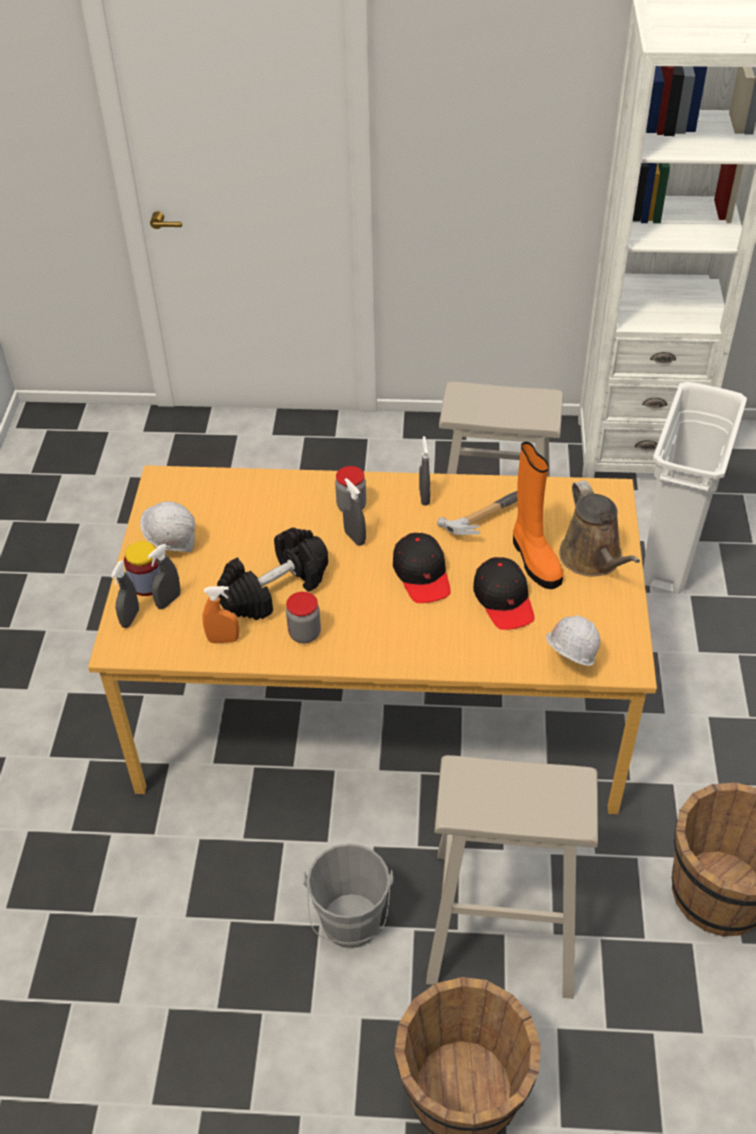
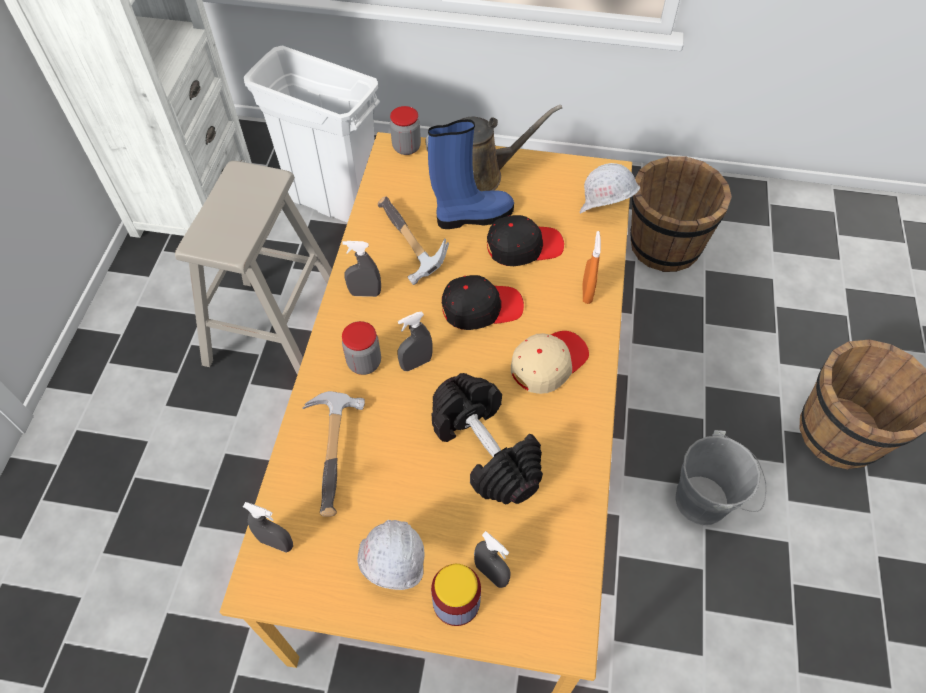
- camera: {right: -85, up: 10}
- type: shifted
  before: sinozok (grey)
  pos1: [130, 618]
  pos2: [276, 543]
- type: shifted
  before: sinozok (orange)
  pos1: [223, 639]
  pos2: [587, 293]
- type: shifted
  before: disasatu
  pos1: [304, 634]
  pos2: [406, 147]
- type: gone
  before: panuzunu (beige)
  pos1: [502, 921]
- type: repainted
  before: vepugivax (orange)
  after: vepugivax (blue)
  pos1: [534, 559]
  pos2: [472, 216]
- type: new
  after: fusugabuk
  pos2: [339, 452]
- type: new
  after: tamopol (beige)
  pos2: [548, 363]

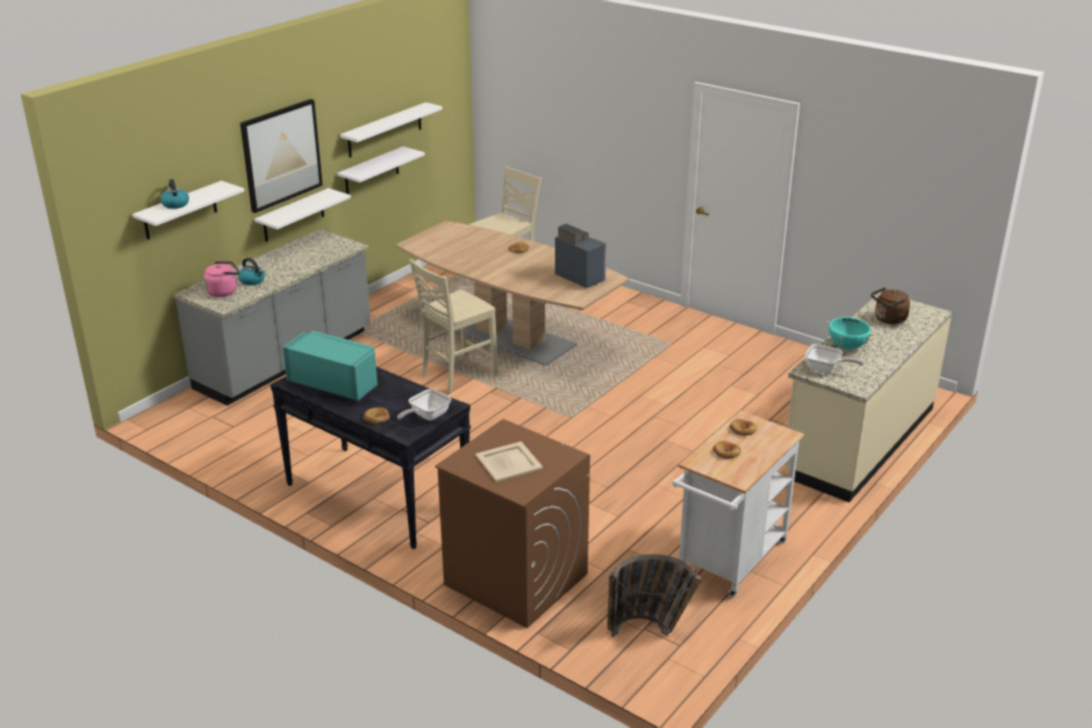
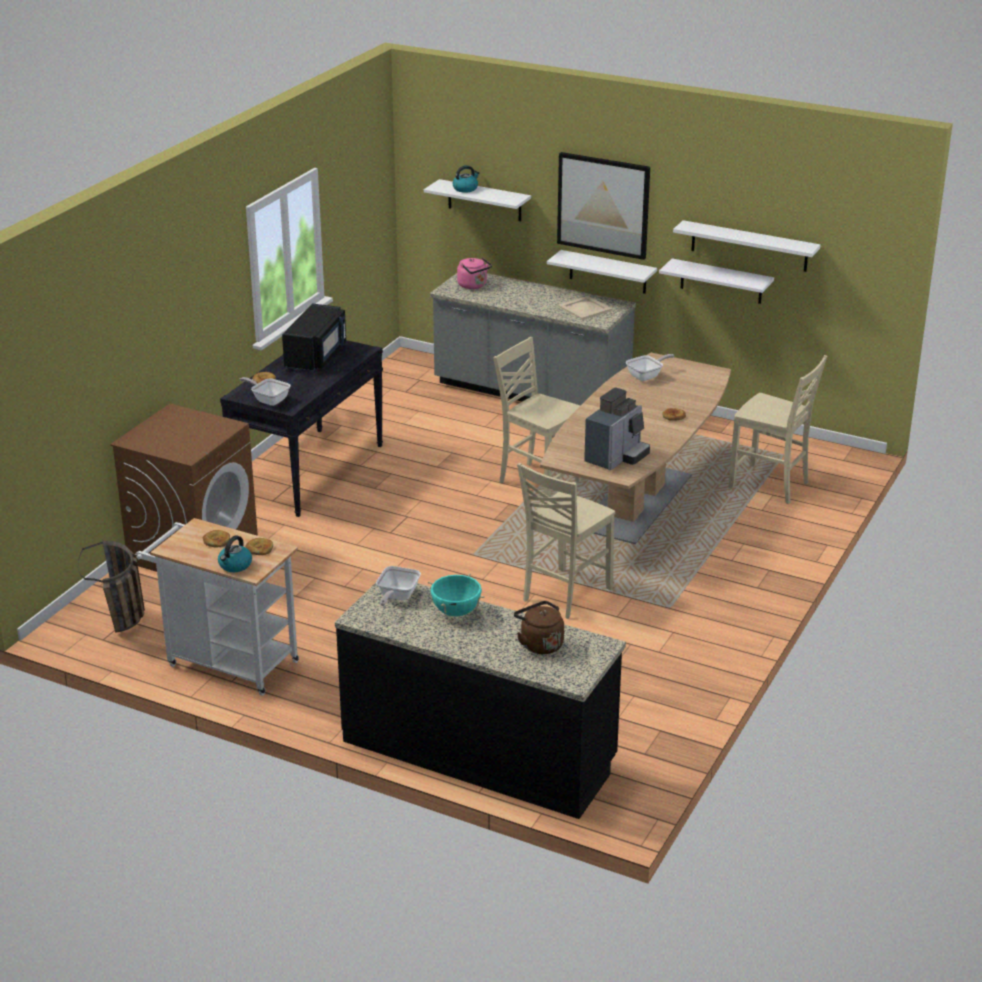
- camera: {right: 80, up: 0}
- type: shifted
  before: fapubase
  pos1: [253, 281]
  pos2: [235, 565]
- type: repainted
  before: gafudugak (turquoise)
  after: gafudugak (black)
  pos1: [334, 384]
  pos2: [317, 356]
- type: shifted
  before: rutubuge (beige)
  pos1: [508, 462]
  pos2: [585, 308]
- type: repainted
  before: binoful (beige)
  after: binoful (black)
  pos1: [858, 440]
  pos2: [479, 752]
- type: new
  after: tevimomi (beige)
  pos2: [564, 594]
- type: new
  after: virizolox
  pos2: [647, 376]

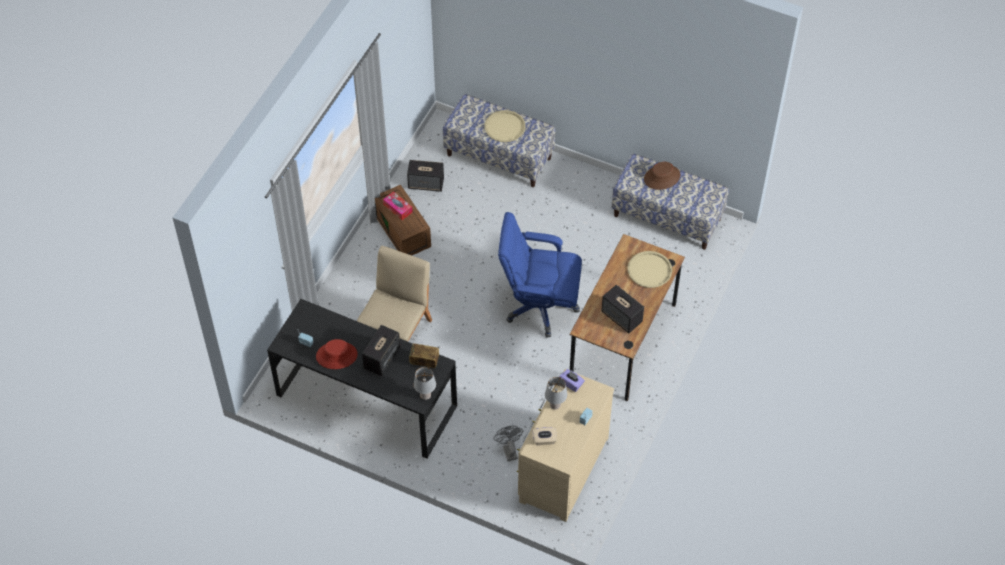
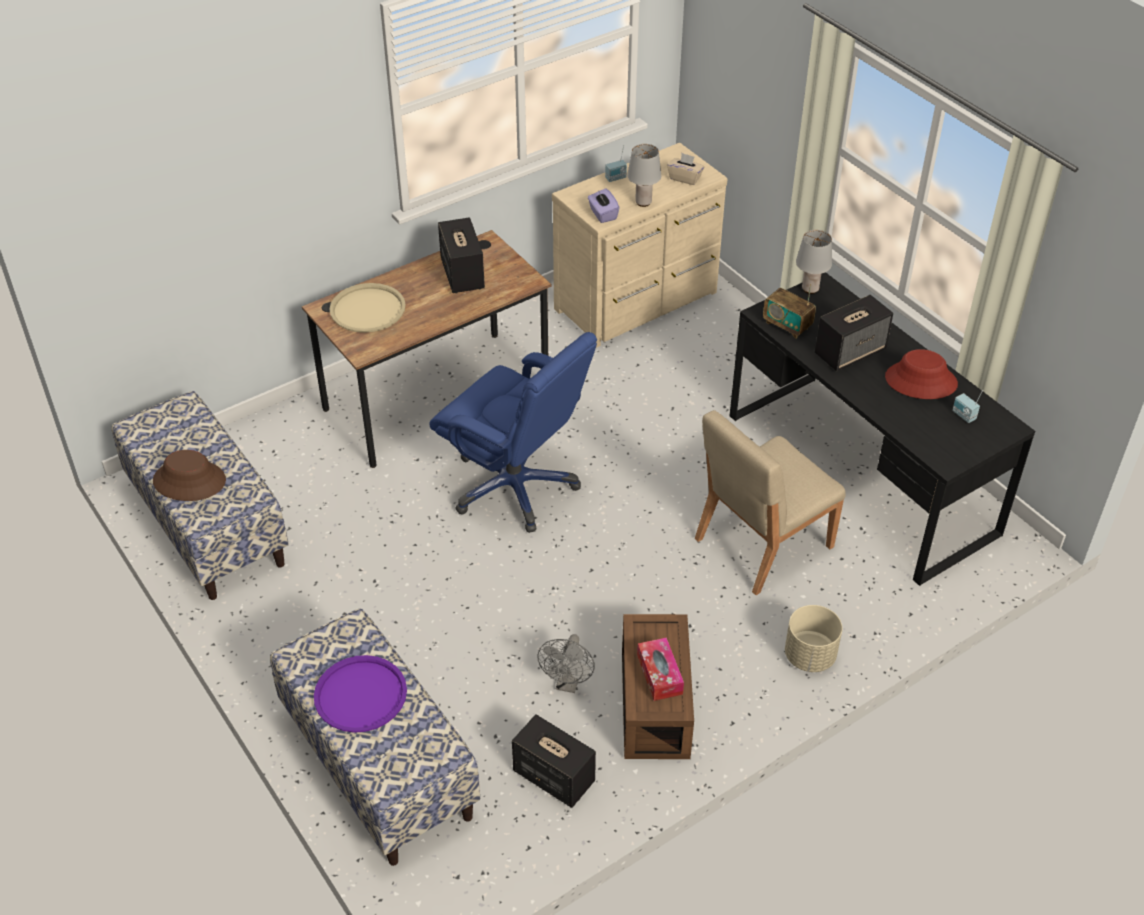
- camera: {right: -150, up: -10}
- type: repainted
  before: rutubuge (beige)
  after: rutubuge (purple)
  pos1: [505, 127]
  pos2: [360, 695]
- type: shifted
  before: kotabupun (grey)
  pos1: [509, 450]
  pos2: [568, 683]
- type: new
  after: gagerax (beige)
  pos2: [810, 656]

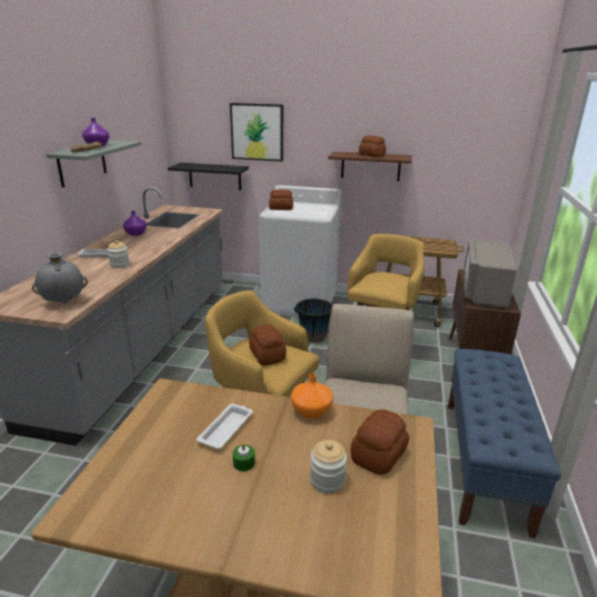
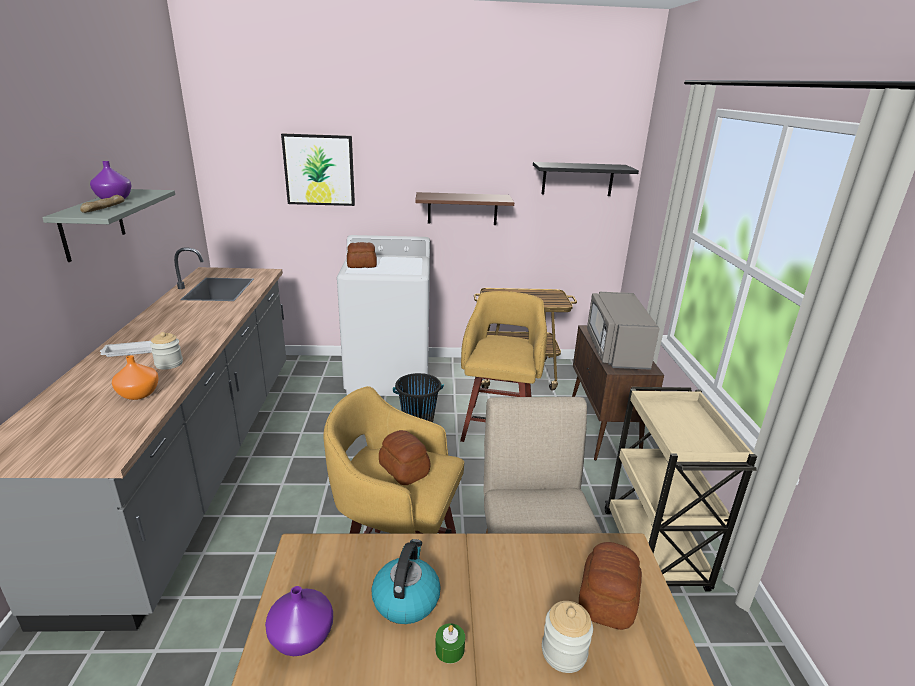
- camera: {right: -15, up: 0}
- type: gone
  before: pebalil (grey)
  pos1: [64, 302]
- type: shifted
  before: pebalil (purple)
  pos1: [136, 233]
  pos2: [302, 636]
- type: shifted
  before: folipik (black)
  pos1: [215, 176]
  pos2: [577, 179]
- type: swapped
  before: rutubuge (white)
  after: fapubase
  pos1: [226, 428]
  pos2: [406, 598]
- type: shifted
  before: pebalil (orange)
  pos1: [311, 411]
  pos2: [139, 393]
- type: gone
  before: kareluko
  pos1: [371, 155]
- type: swapped
  before: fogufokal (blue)
  after: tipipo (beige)
  pos1: [484, 461]
  pos2: [654, 551]

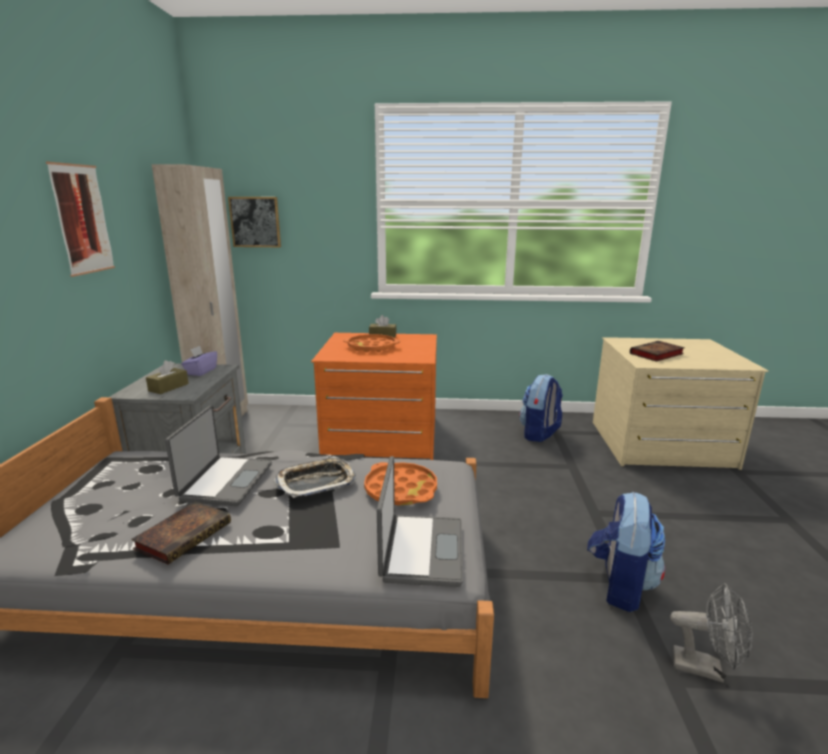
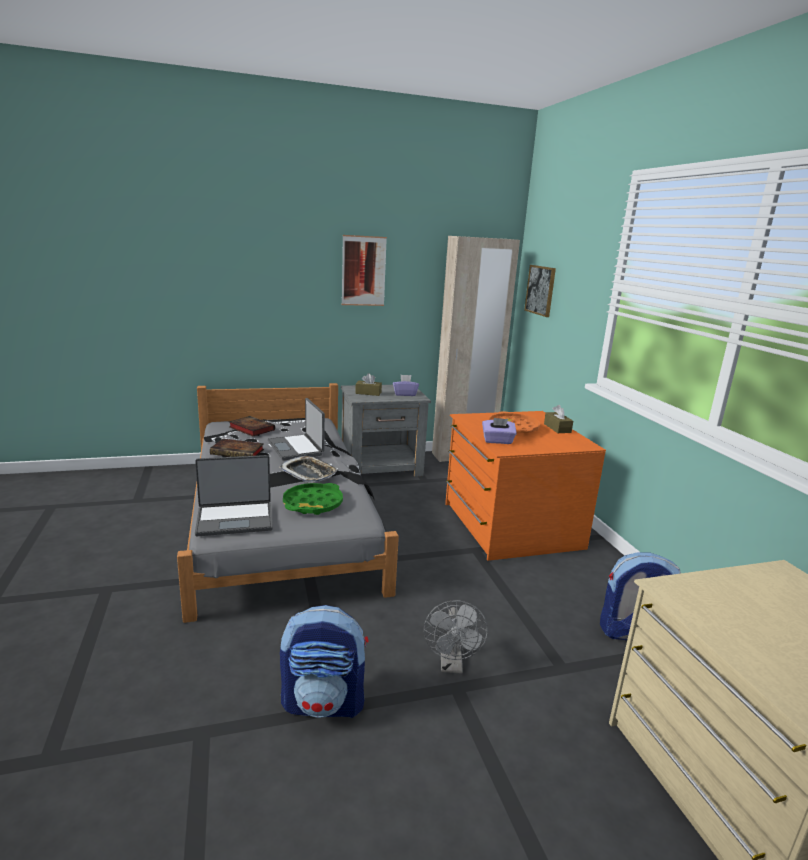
- camera: {right: 70, up: 0}
- type: rotated
  before: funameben
  pos1: [225, 481]
  pos2: [296, 448]
  turn: 75
- type: repainted
  before: rutubuge (orange)
  after: rutubuge (green)
  pos1: [401, 490]
  pos2: [313, 504]
- type: shifted
  before: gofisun
  pos1: [656, 354]
  pos2: [250, 428]
- type: shifted
  before: kotabupun (grey)
  pos1: [705, 668]
  pos2: [451, 665]
- type: new
  after: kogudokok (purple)
  pos2: [497, 441]

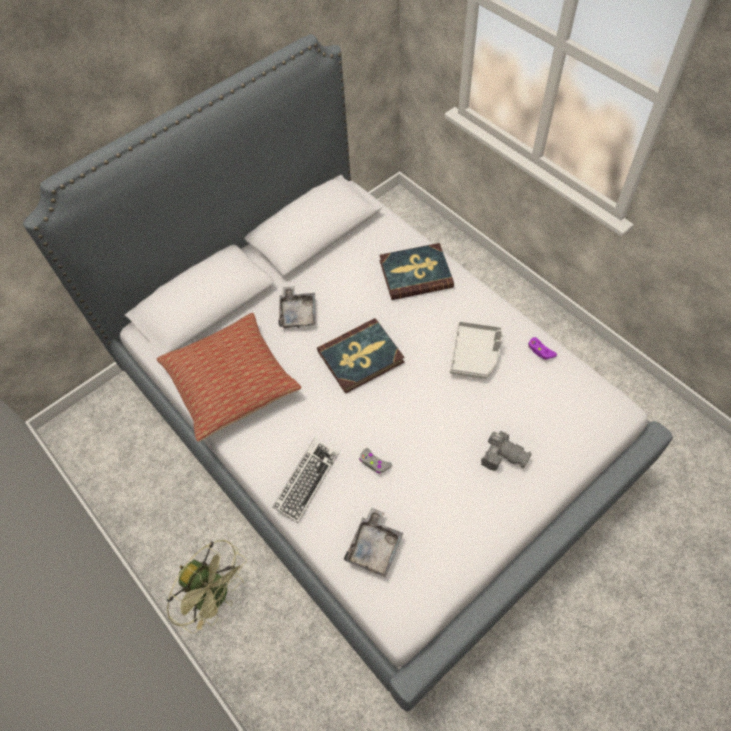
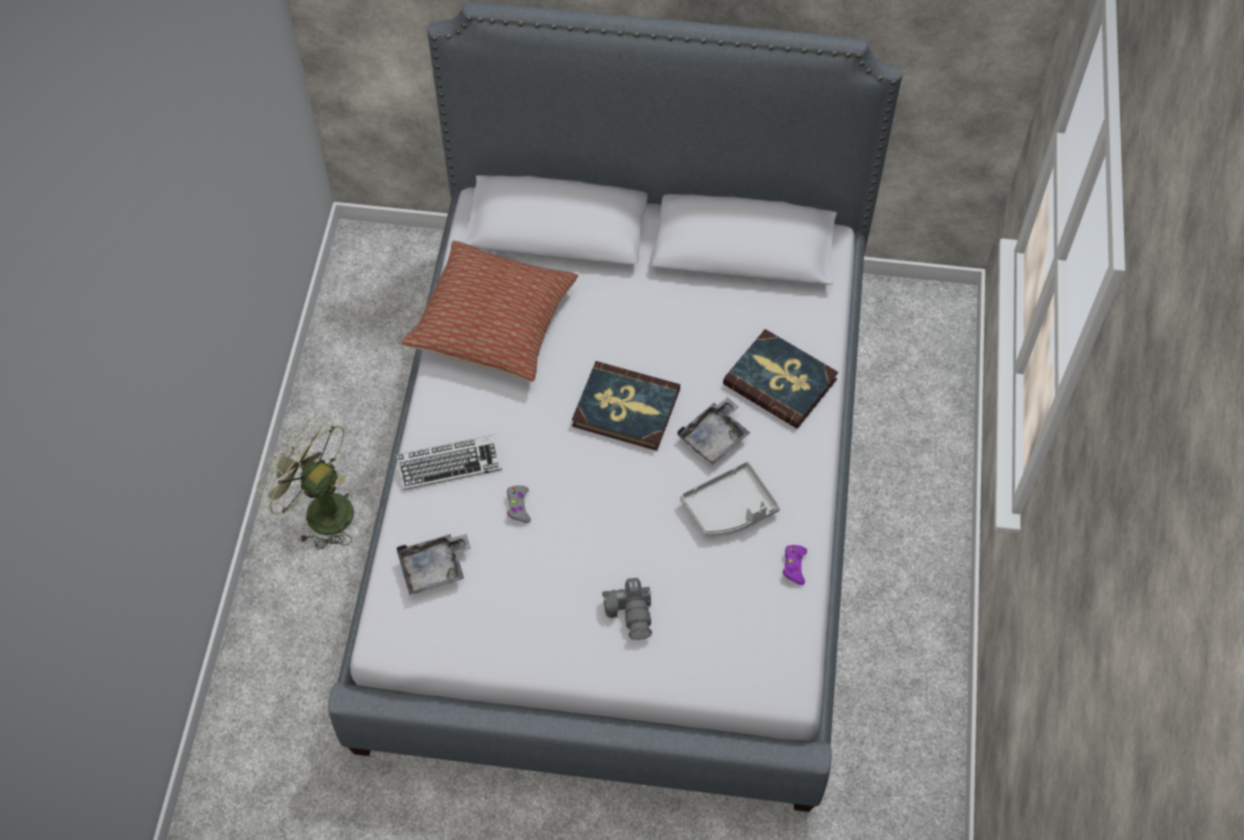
- camera: {right: 45, up: 0}
- type: rotated
  before: kotabupun (green)
  pos1: [217, 595]
  pos2: [319, 510]
  turn: 135
- type: shifted
  before: rutubuge (grey)
  pos1: [298, 313]
  pos2: [714, 438]

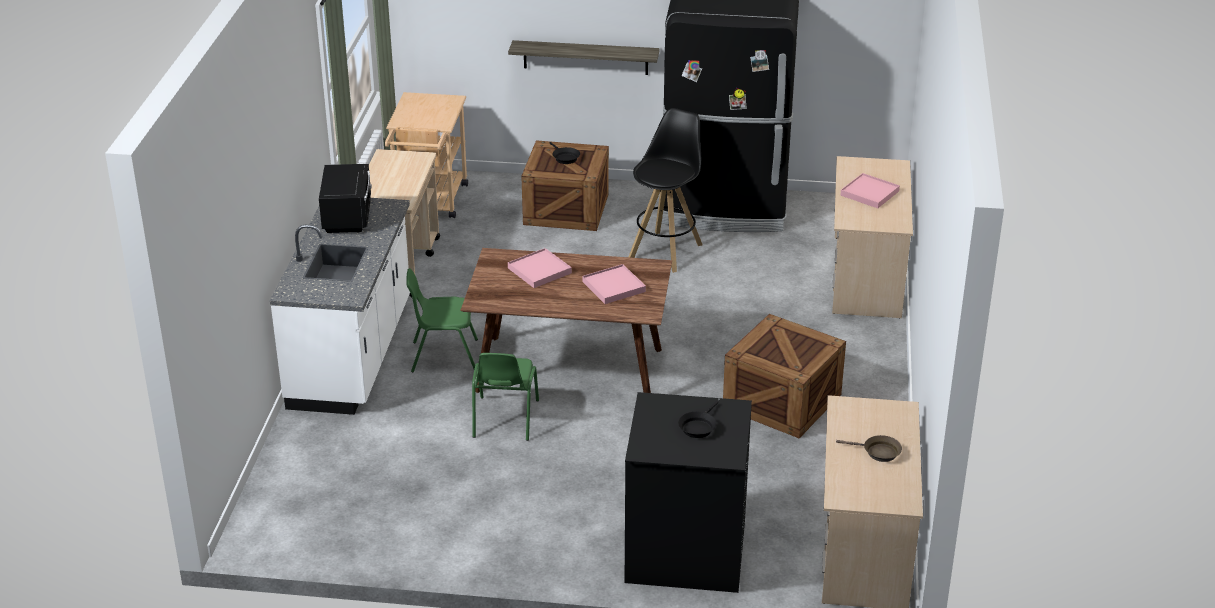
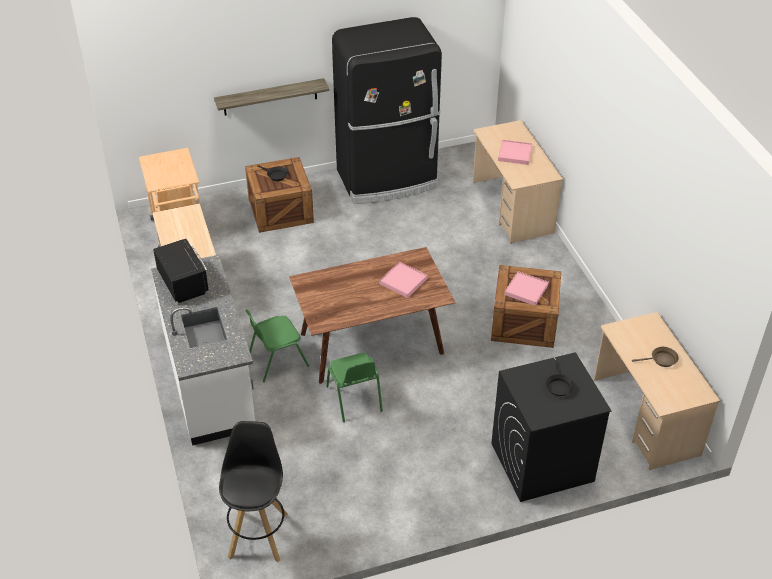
- camera: {right: -25, up: 10}
- type: shifted
  before: rutubuge (pink)
  pos1: [539, 271]
  pos2: [526, 290]
- type: shifted
  before: panuzunu (black)
  pos1: [666, 251]
  pos2: [258, 534]

